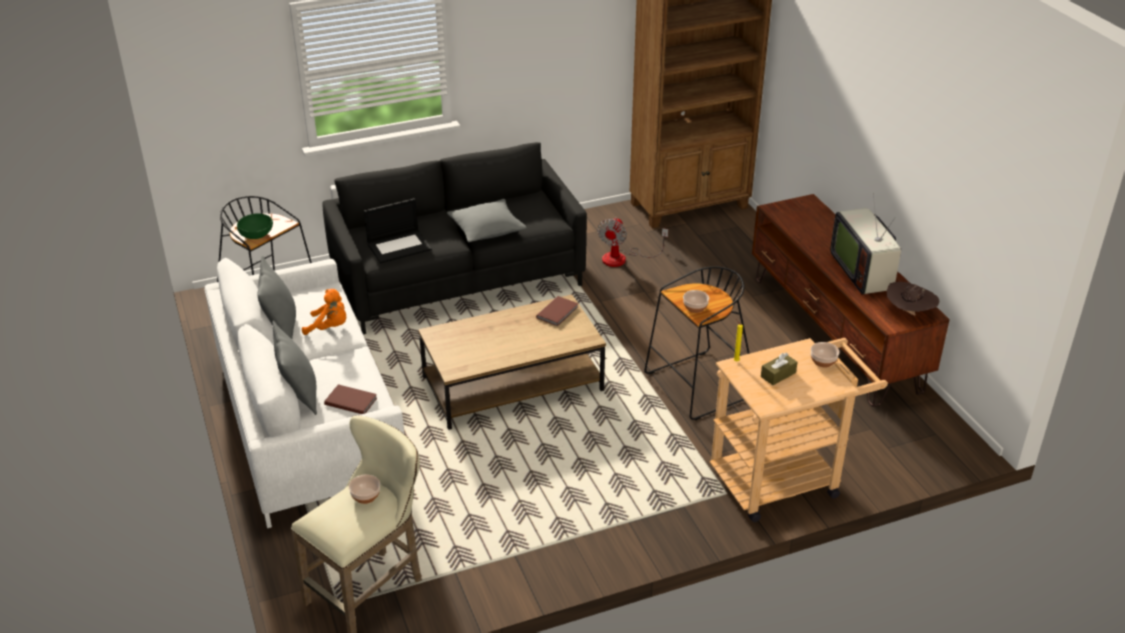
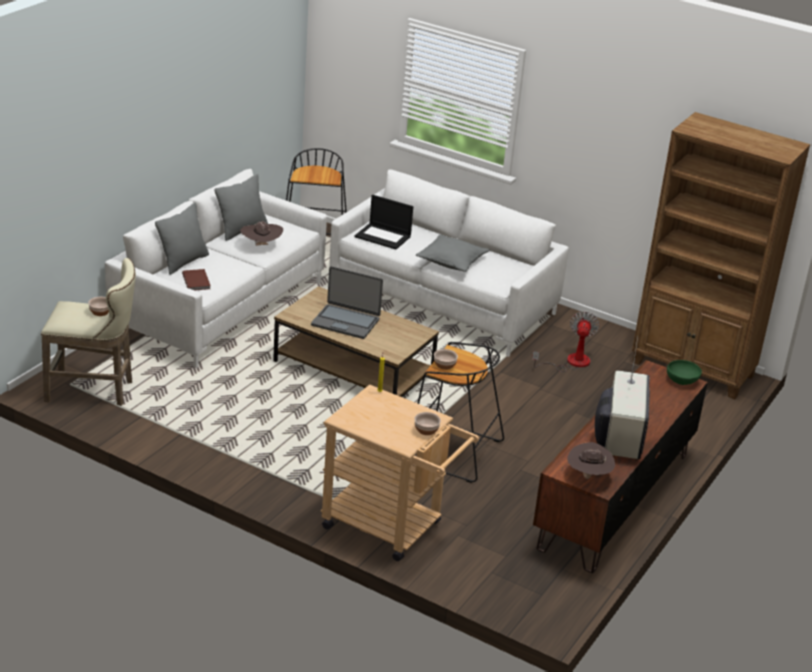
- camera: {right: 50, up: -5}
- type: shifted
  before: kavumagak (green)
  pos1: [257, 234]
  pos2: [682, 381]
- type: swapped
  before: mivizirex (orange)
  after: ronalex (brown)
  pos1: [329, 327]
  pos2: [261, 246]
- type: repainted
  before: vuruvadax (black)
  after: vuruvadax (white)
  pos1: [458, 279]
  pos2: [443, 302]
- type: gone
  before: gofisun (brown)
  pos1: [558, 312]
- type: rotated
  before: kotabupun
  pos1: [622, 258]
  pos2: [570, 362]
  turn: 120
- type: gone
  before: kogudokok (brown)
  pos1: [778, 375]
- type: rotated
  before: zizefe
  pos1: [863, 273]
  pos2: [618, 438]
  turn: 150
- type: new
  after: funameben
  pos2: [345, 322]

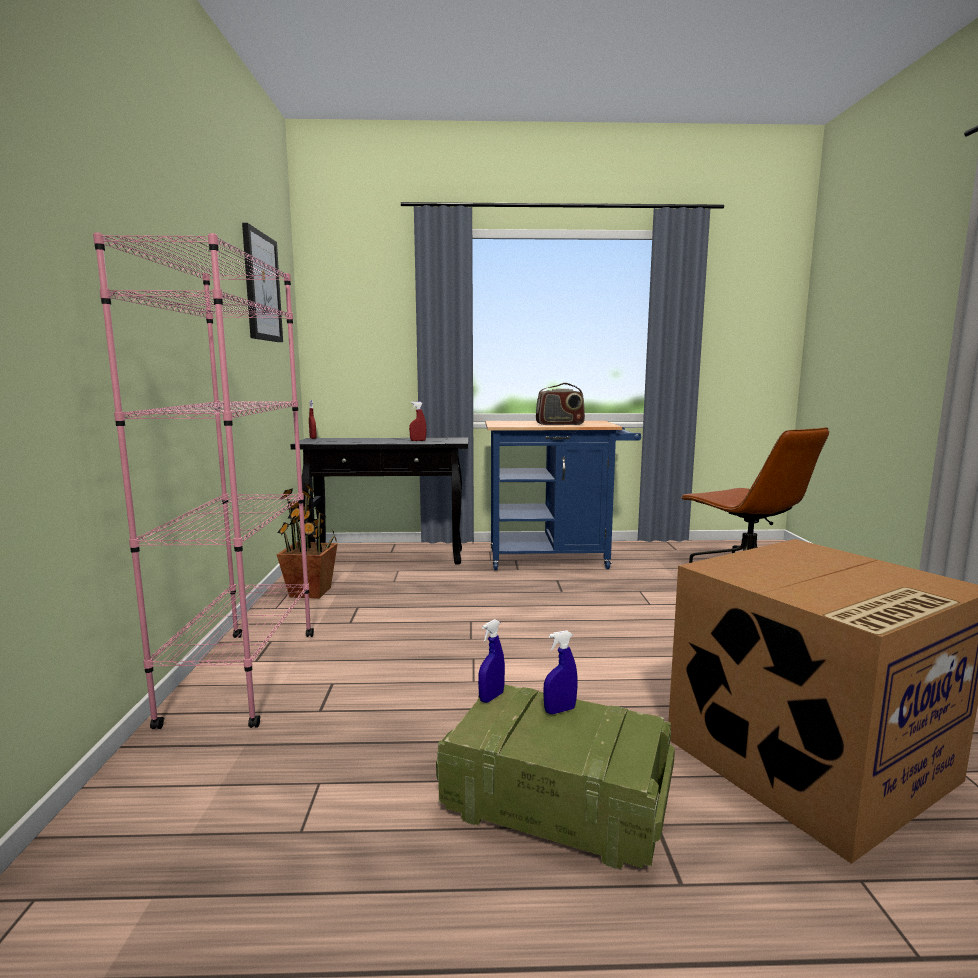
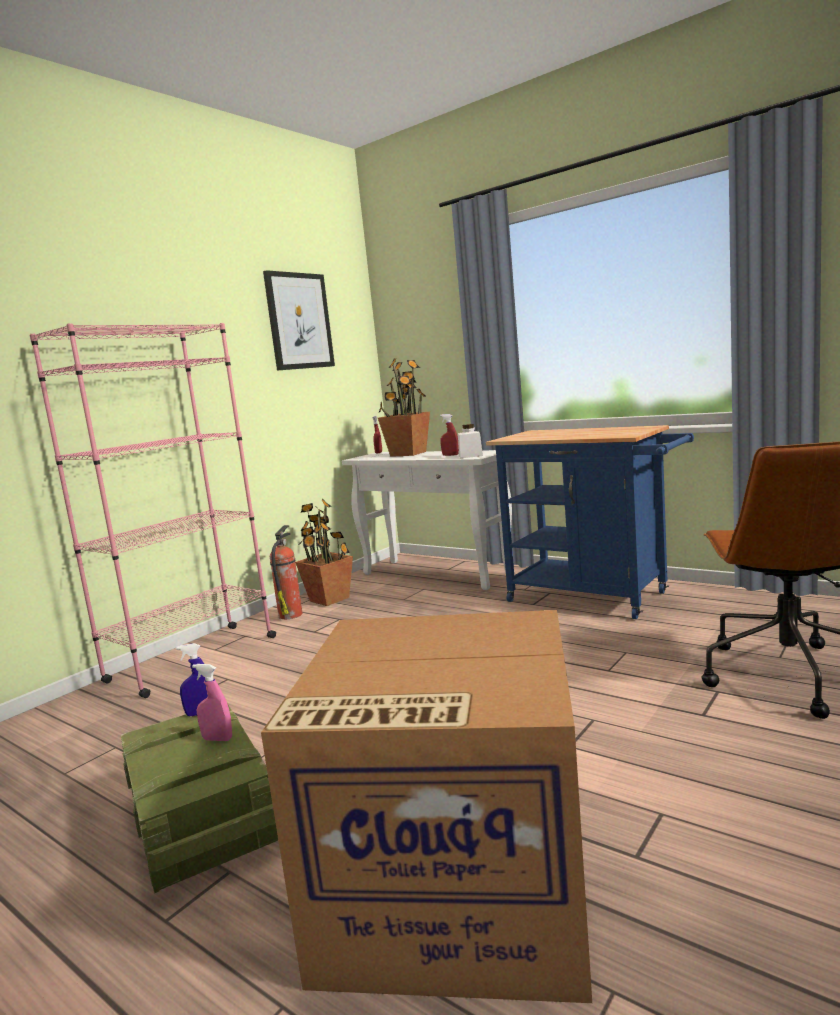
- camera: {right: 40, up: 0}
- type: repainted
  before: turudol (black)
  after: turudol (white)
  pos1: [389, 557]
  pos2: [437, 574]
- type: gone
  before: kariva
  pos1: [560, 424]
- type: repainted
  before: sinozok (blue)
  after: sinozok (pink)
  pos1: [559, 710]
  pos2: [217, 739]
- type: new
  after: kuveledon
  pos2: [291, 614]
- type: new
  after: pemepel
  pos2: [408, 454]
- type: new
  after: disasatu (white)
  pos2: [470, 456]

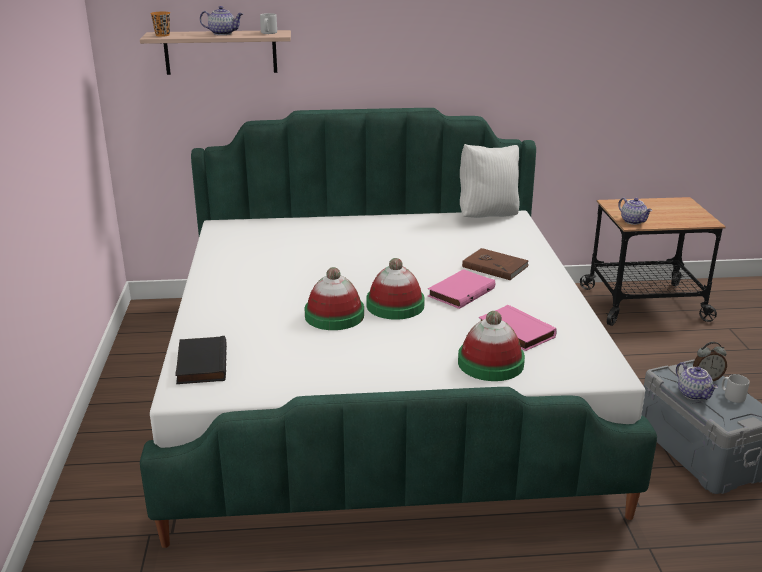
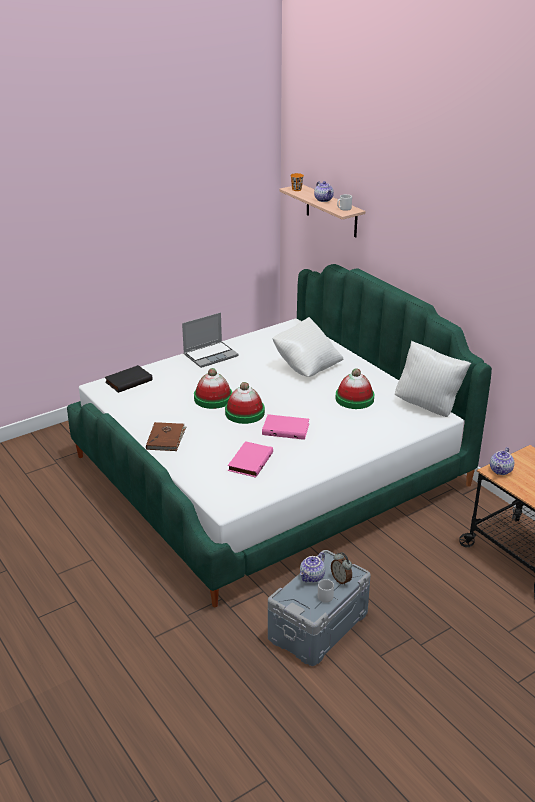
- camera: {right: 60, up: 5}
- type: shifted
  before: ronalex
  pos1: [490, 363]
  pos2: [354, 399]
- type: shifted
  before: gofisun (brown)
  pos1: [495, 266]
  pos2: [166, 438]
- type: new
  after: funameben
  pos2: [211, 355]
- type: new
  after: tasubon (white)
  pos2: [306, 366]

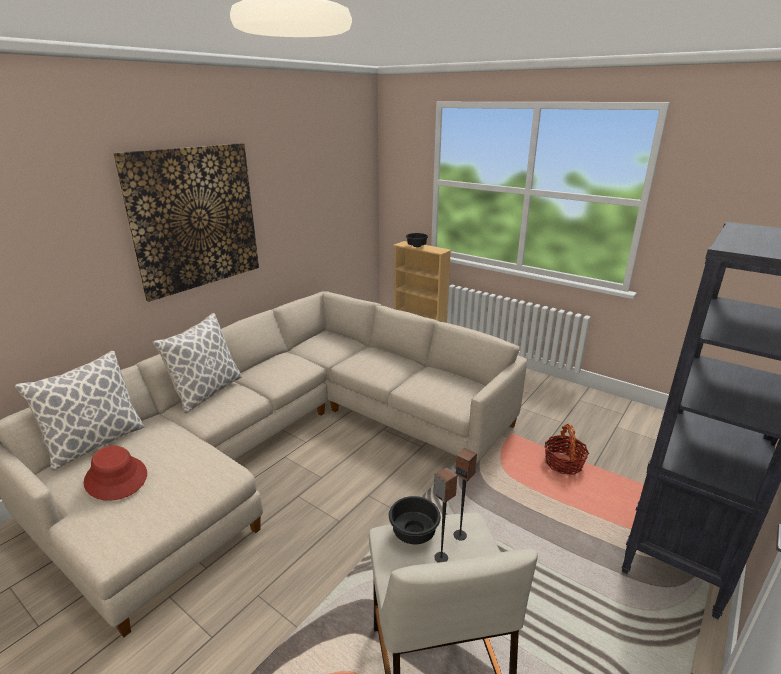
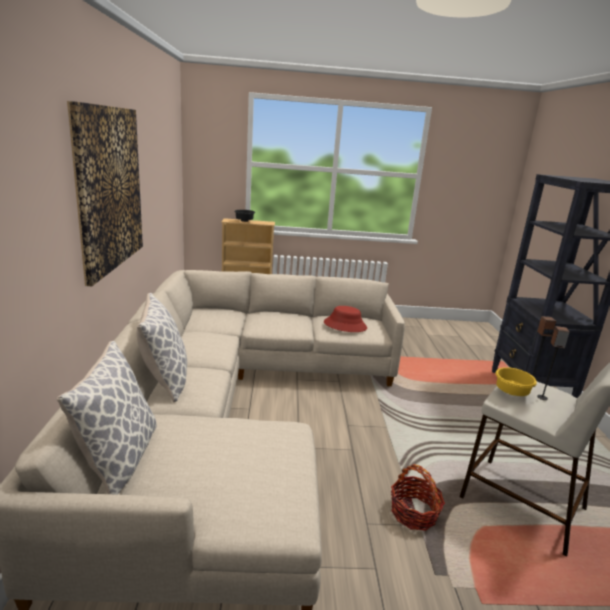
- camera: {right: -40, up: -5}
- type: shifted
  before: ronalex (red)
  pos1: [116, 478]
  pos2: [345, 325]
- type: repainted
  before: kavumagak (black)
  after: kavumagak (yellow)
  pos1: [414, 534]
  pos2: [513, 393]
- type: shifted
  before: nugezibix
  pos1: [563, 463]
  pos2: [414, 513]

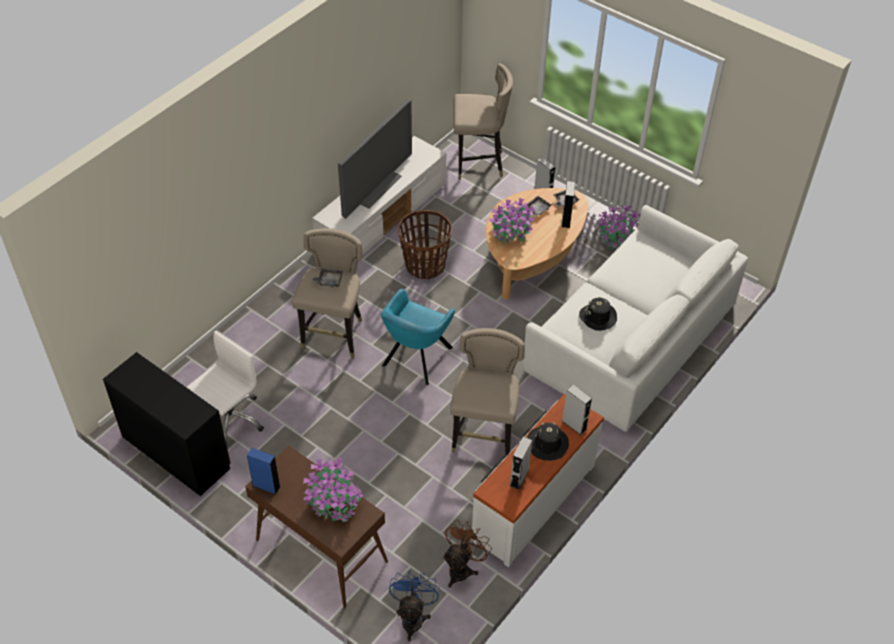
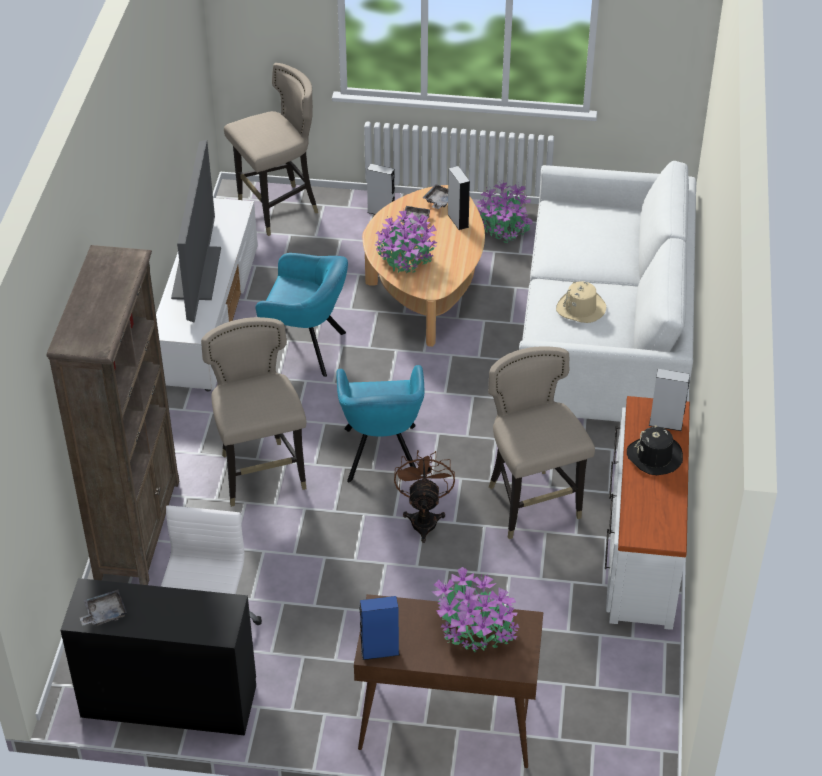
- camera: {right: -30, up: -5}
- type: shifted
  before: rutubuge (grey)
  pos1: [329, 280]
  pos2: [104, 613]
- type: gone
  before: kotabupun (blue)
  pos1: [413, 617]
- type: swapped
  before: nugezibix
  after: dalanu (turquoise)
  pos1: [424, 265]
  pos2: [306, 348]
- type: shifted
  before: kotabupun (brown)
  pos1: [462, 568]
  pos2: [424, 518]
- type: gone
  before: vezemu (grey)
  pos1: [519, 478]
- type: repainted
  before: ronalex (black)
  after: ronalex (beige)
  pos1: [598, 317]
  pos2: [581, 308]
- type: new
  after: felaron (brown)
  pos2: [138, 528]

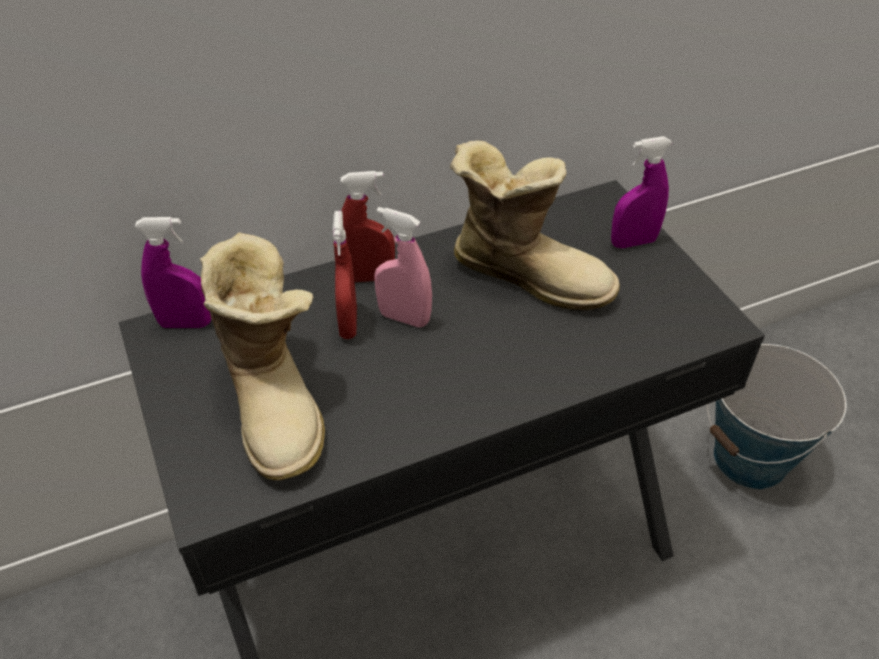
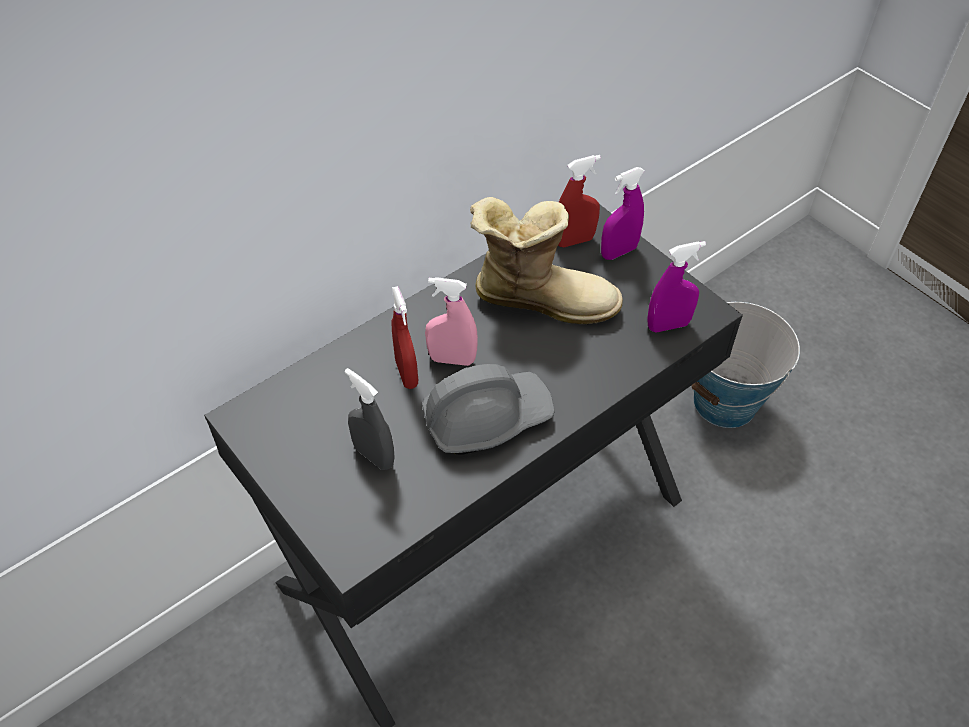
- camera: {right: -15, up: 5}
- type: shifted
  before: sinozok (purple)
  pos1: [185, 323]
  pos2: [668, 325]
- type: swapped
  before: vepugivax
  after: sinozok (grey)
  pos1: [277, 402]
  pos2: [374, 456]
- type: shifted
  before: sinozok (red)
  pos1: [368, 277]
  pos2: [574, 241]
- type: new
  after: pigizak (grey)
  pos2: [487, 418]

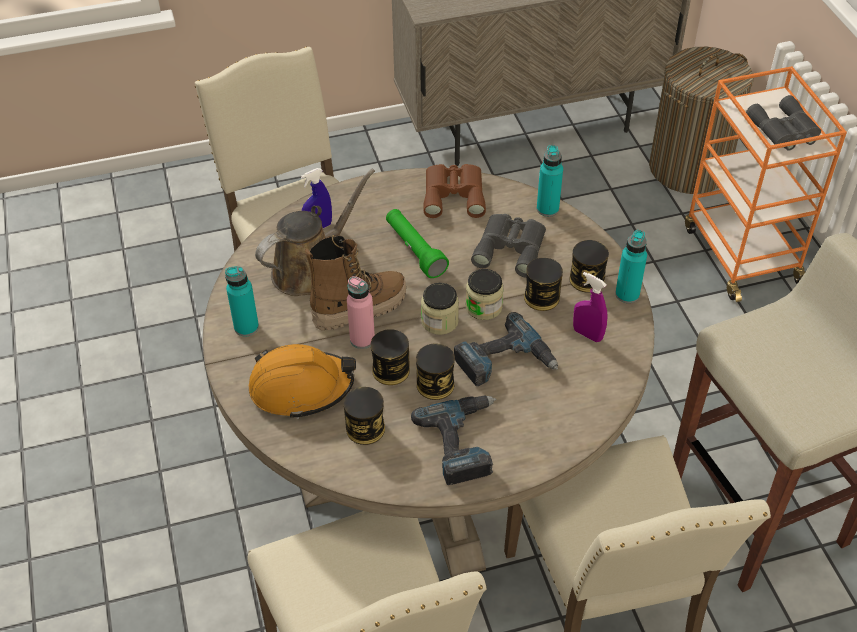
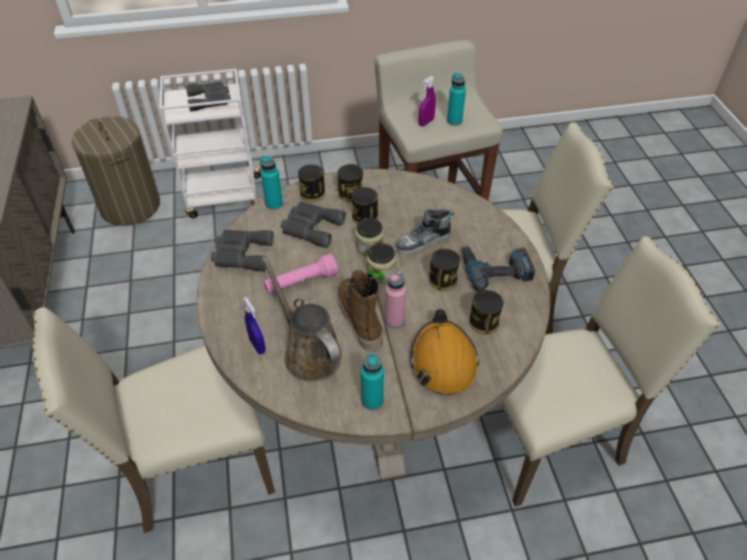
- camera: {right: -85, up: 0}
- type: shifted
  before: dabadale
  pos1: [391, 370]
  pos2: [312, 193]
- type: repainted
  before: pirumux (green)
  after: pirumux (pink)
  pos1: [414, 250]
  pos2: [301, 282]
- type: repainted
  before: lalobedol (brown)
  after: lalobedol (grey)
  pos1: [454, 194]
  pos2: [241, 254]
- type: swapped
  before: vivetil
  after: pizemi
  pos1: [505, 361]
  pos2: [423, 241]
- type: shifted
  before: sinozok (purple)
  pos1: [587, 334]
  pos2: [426, 122]
- type: shifted
  before: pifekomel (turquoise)
  pos1: [627, 294]
  pos2: [454, 121]
- type: repainted
  before: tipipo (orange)
  after: tipipo (white)
  pos1: [740, 254]
  pos2: [224, 197]

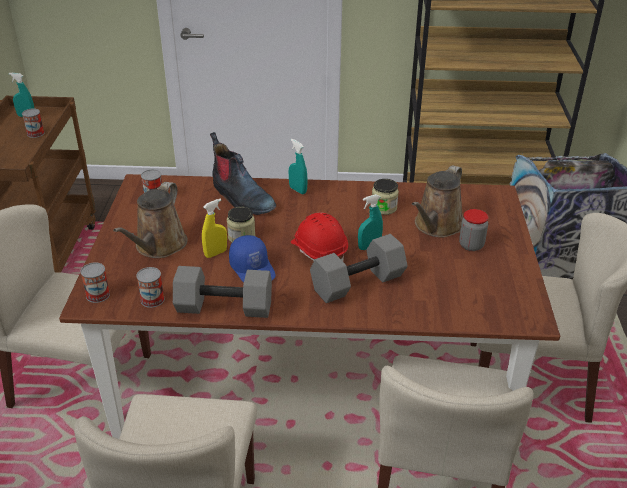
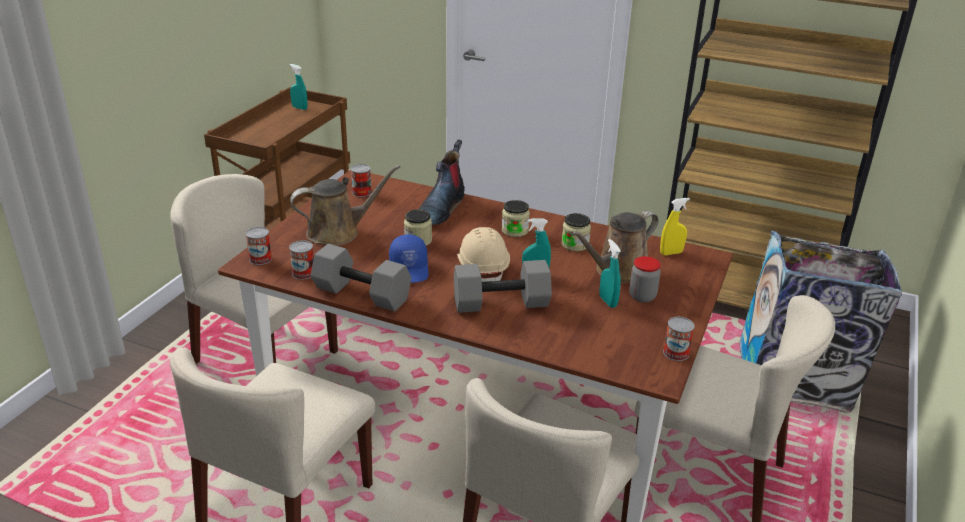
- camera: {right: 20, up: -5}
- type: shifted
  before: dabadale
  pos1: [35, 133]
  pos2: [676, 353]
- type: rotated
  before: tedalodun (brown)
  pos1: [158, 246]
  pos2: [338, 232]
  turn: -150
- type: shifted
  before: sinozok (yellow)
  pos1: [215, 253]
  pos2: [671, 253]
- type: rotated
  before: vepugivax
  pos1: [241, 198]
  pos2: [441, 208]
  turn: 45
- type: shifted
  before: sinozok (turquoise)
  pos1: [298, 190]
  pos2: [608, 301]
- type: repainted
  before: pigizak (red)
  after: pigizak (beige)
  pos1: [319, 251]
  pos2: [482, 268]
- type: new
  after: disasatu
  pos2: [515, 230]

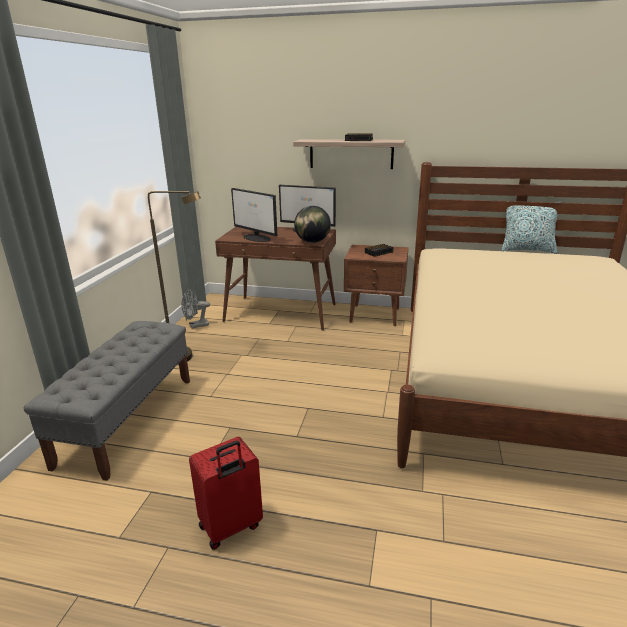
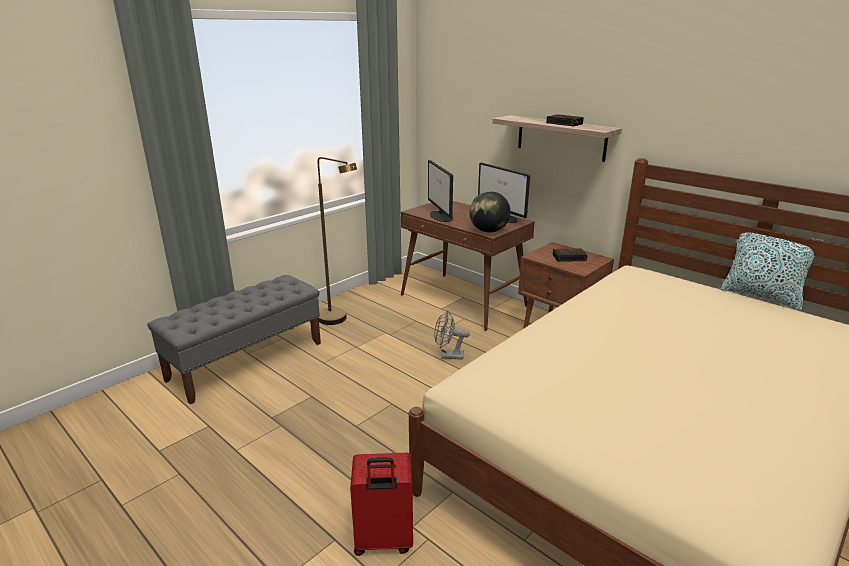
- camera: {right: 30, up: 0}
- type: shifted
  before: kotabupun (grey)
  pos1: [196, 326]
  pos2: [448, 356]
- type: shifted
  before: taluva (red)
  pos1: [231, 527]
  pos2: [383, 541]

